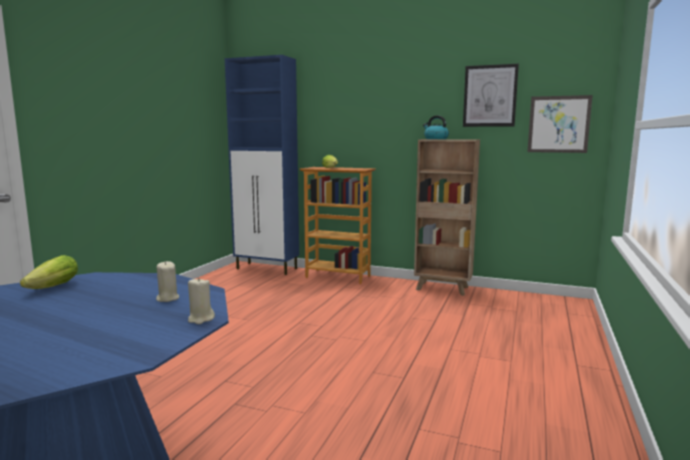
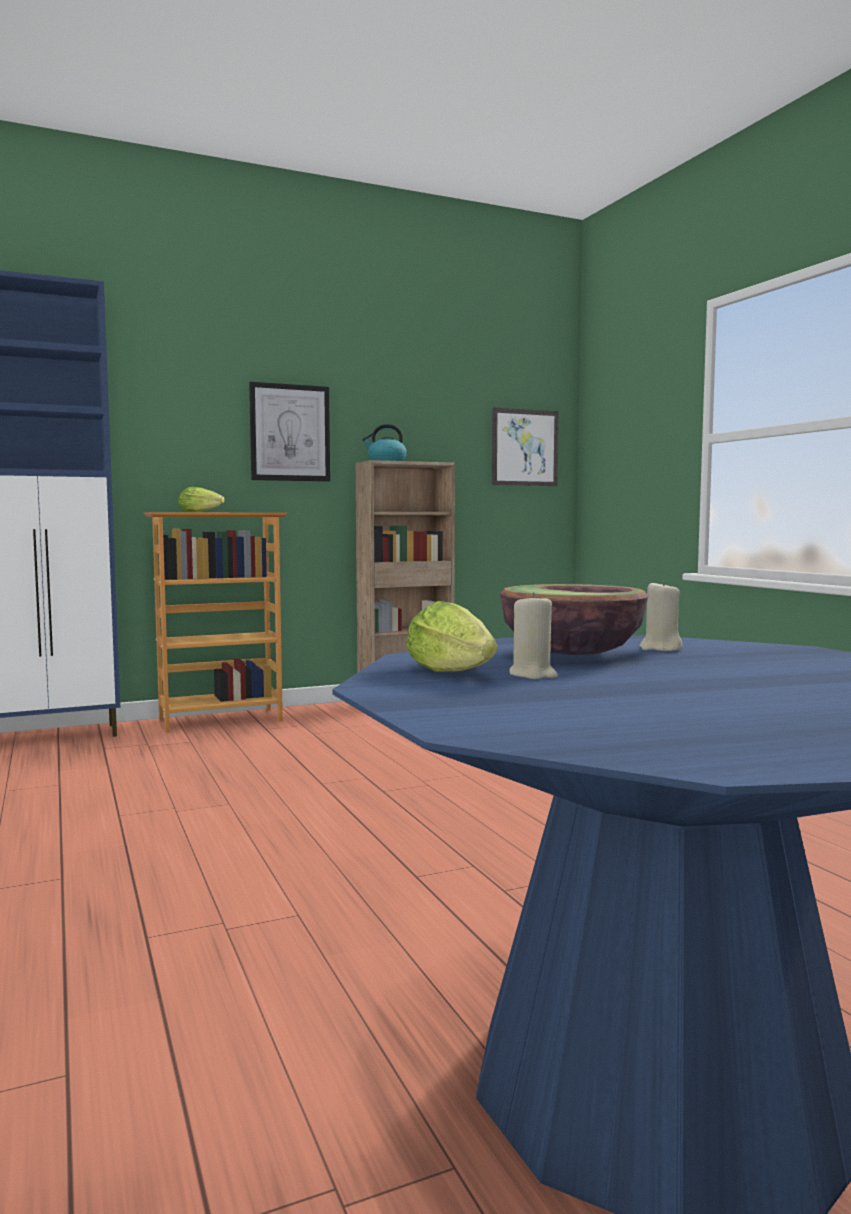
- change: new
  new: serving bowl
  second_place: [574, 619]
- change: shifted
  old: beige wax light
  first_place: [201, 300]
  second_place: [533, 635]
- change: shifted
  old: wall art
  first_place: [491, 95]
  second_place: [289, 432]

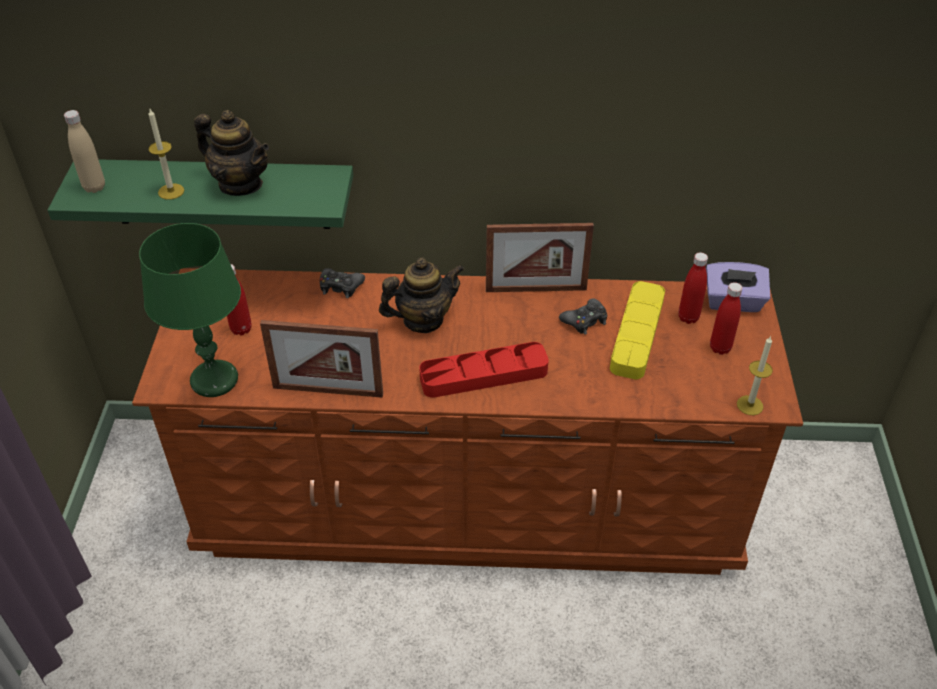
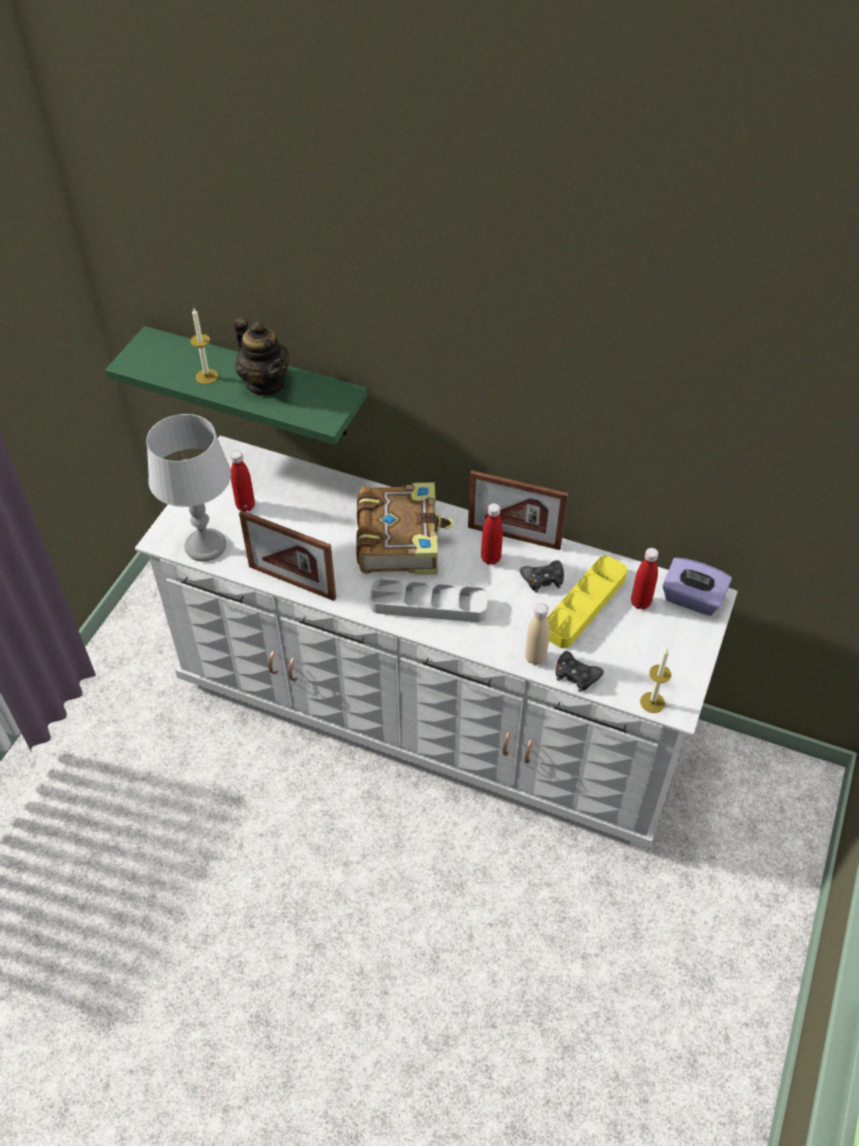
- change: shifted
  old: beige beverage bottle
  first_place: [84, 151]
  second_place: [537, 634]
- change: shifted
  old: black-coloured game controller
  first_place: [342, 283]
  second_place: [580, 671]
- change: shifted
  old: red beverage bottle
  first_place: [726, 318]
  second_place: [492, 534]
- change: swapped
  old: teapot
  new: volume
  first_place: [421, 295]
  second_place: [405, 528]
- change: repainted
  old: brown-coloured chest of drawers
  new: white chest of drawers
  first_place: [467, 421]
  second_place: [436, 642]
- change: repainted
  old: green-coloured lamp for a table
  new: greyish lamp for a table
  first_place: [190, 310]
  second_place: [188, 488]
- change: repainted
  old: red carrying tray
  new: greyish carrying tray
  first_place: [484, 370]
  second_place: [429, 600]

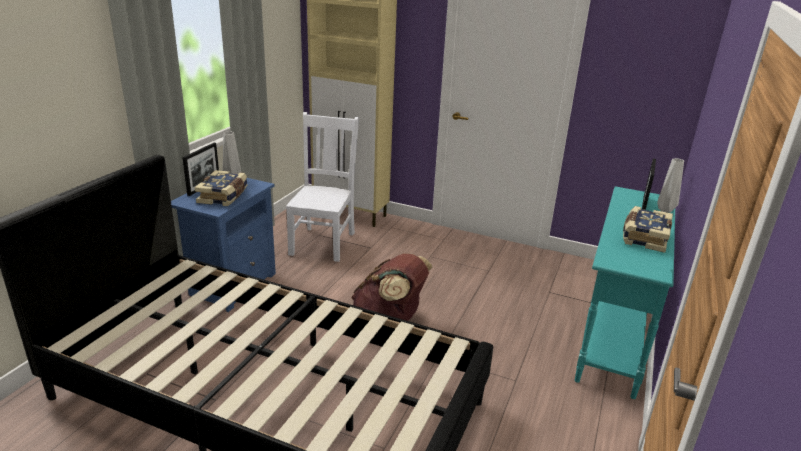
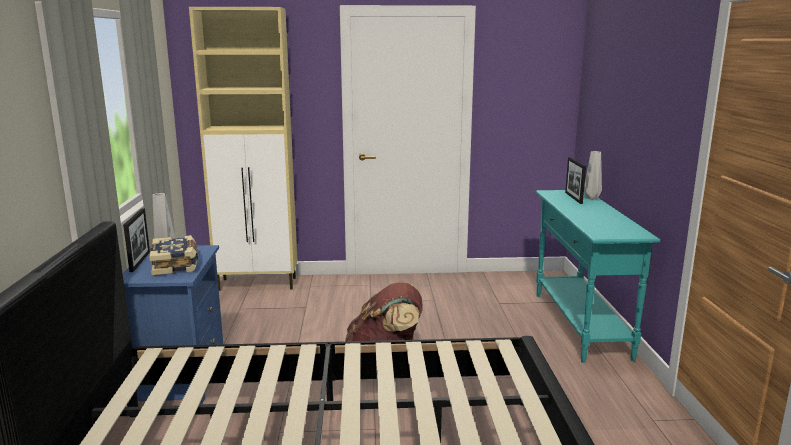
- change: gone
  old: white chair
  first_place: [322, 187]
- change: gone
  old: volume
  first_place: [648, 229]

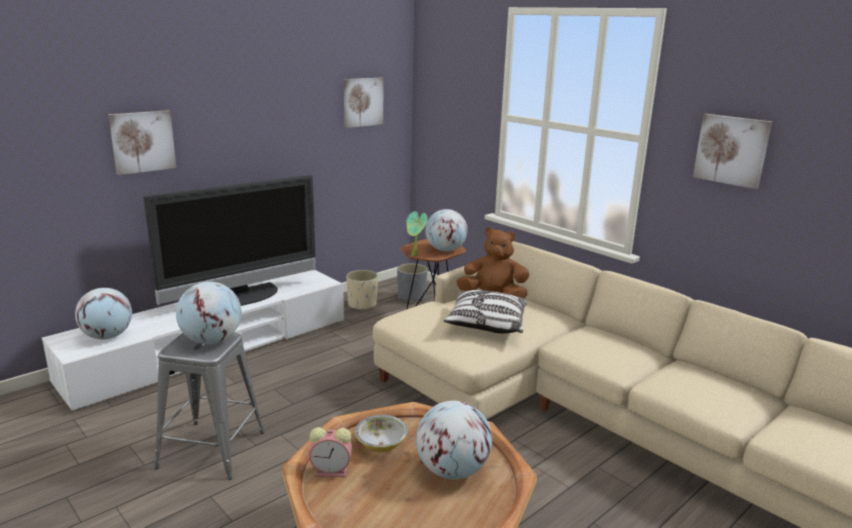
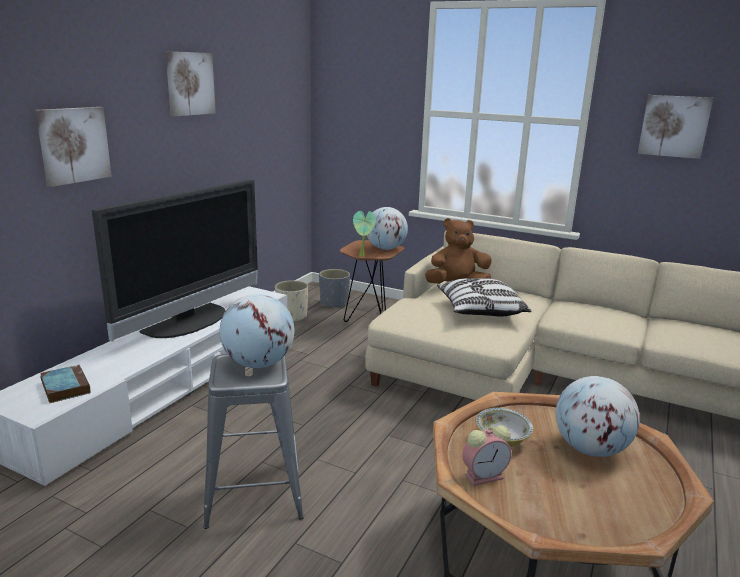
- change: shifted
  old: wall art
  first_place: [363, 103]
  second_place: [190, 84]
- change: swapped
  old: desk globe
  new: volume
  first_place: [103, 313]
  second_place: [65, 384]

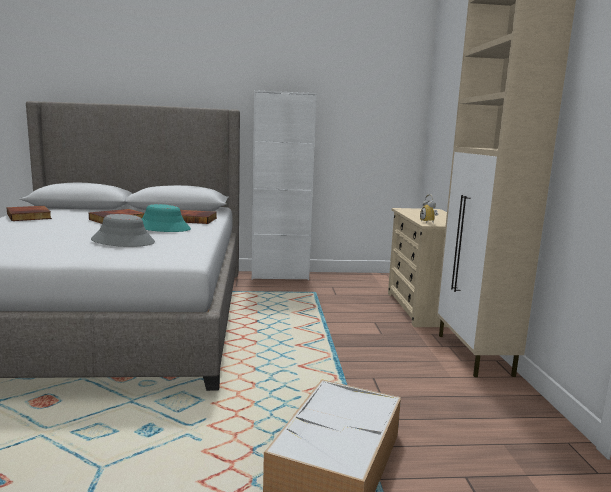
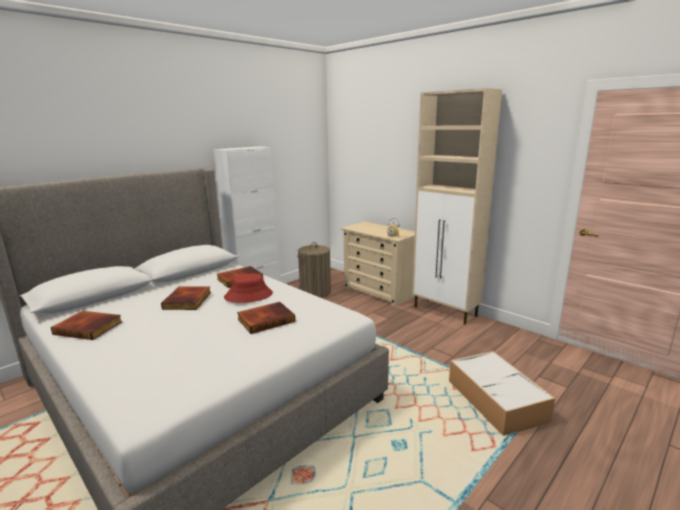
- change: new
  new: laundry basket
  second_place: [314, 270]
- change: swapped
  old: greyish clothing hat
  new: volume
  first_place: [123, 230]
  second_place: [266, 318]
- change: repainted
  old: blue-green clothing hat
  new: red clothing hat
  first_place: [166, 218]
  second_place: [248, 288]

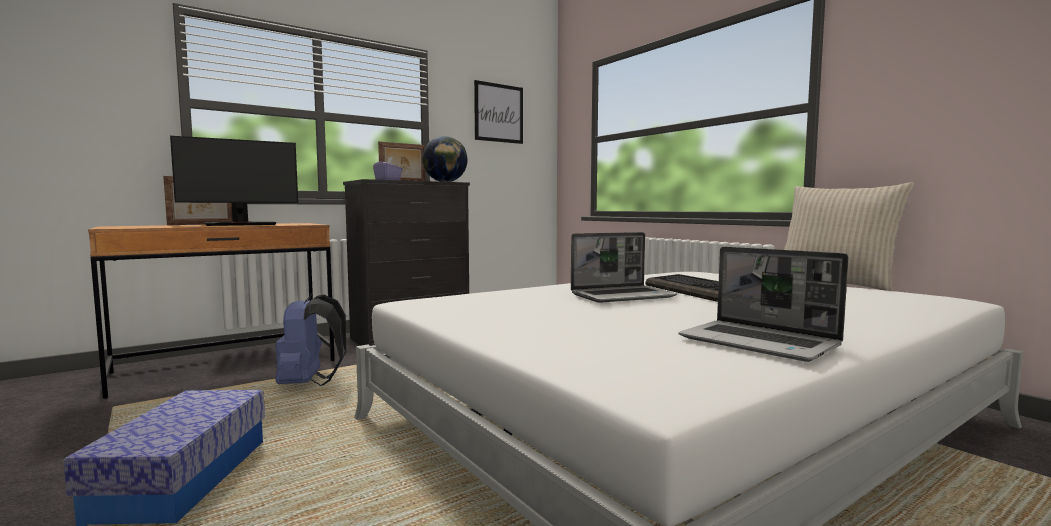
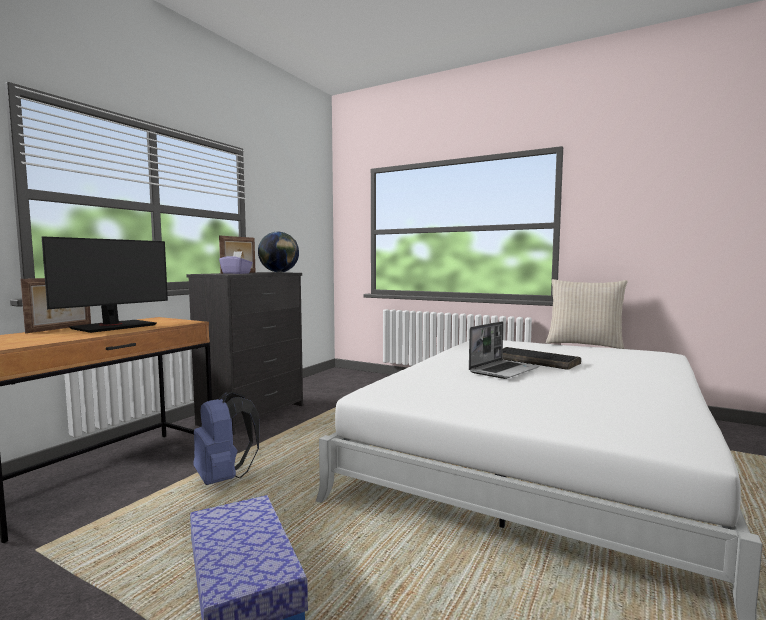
- change: gone
  old: wall art
  first_place: [498, 112]
- change: gone
  old: laptop
  first_place: [763, 304]

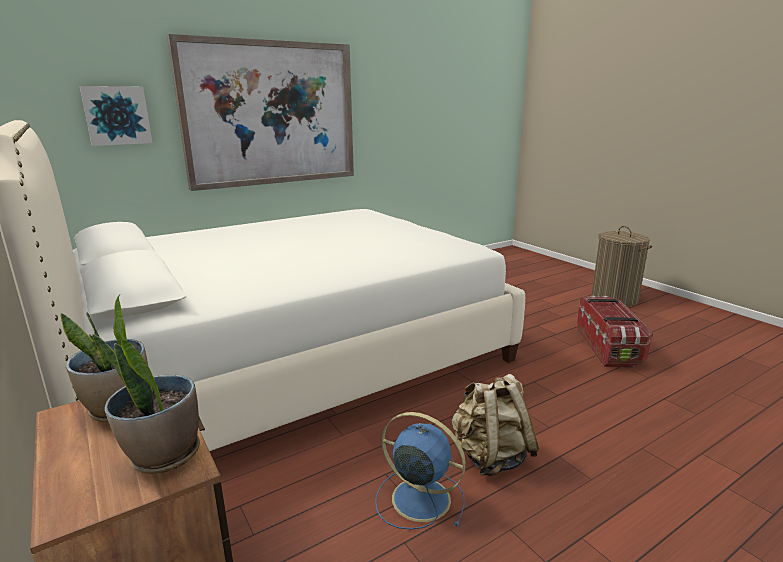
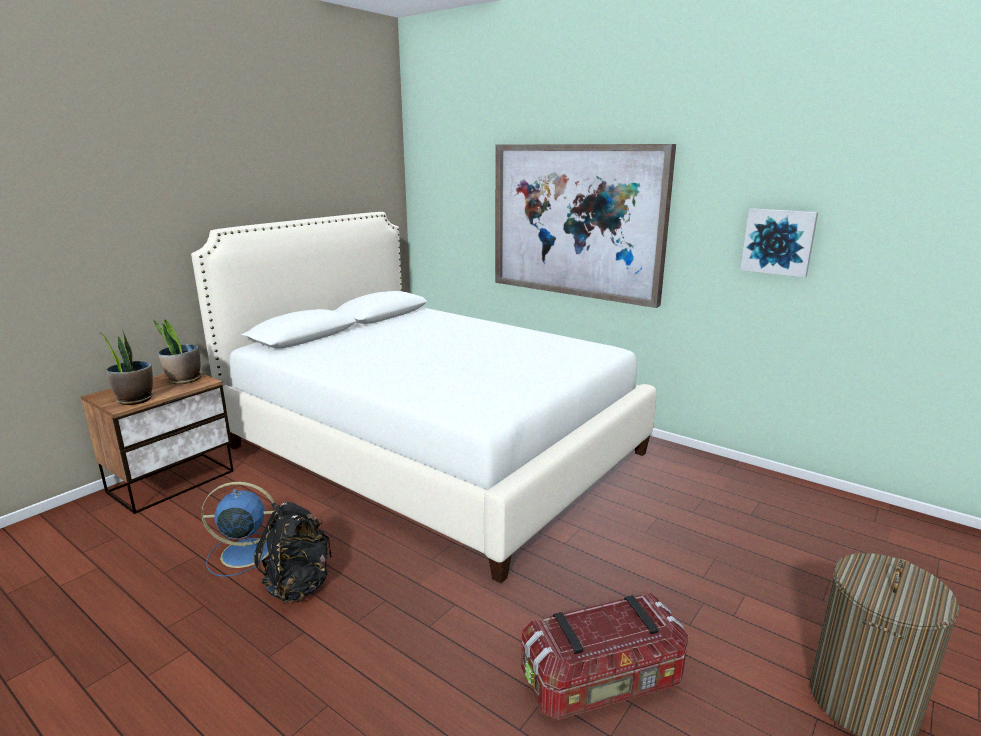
- change: shifted
  old: wall art
  first_place: [116, 116]
  second_place: [779, 242]
- change: repainted
  old: beige backpack
  new: black-coloured backpack
  first_place: [495, 425]
  second_place: [293, 552]
- change: rotated
  old: bluish cooling fan
  first_place: [420, 471]
  second_place: [237, 529]
  degrees: -105

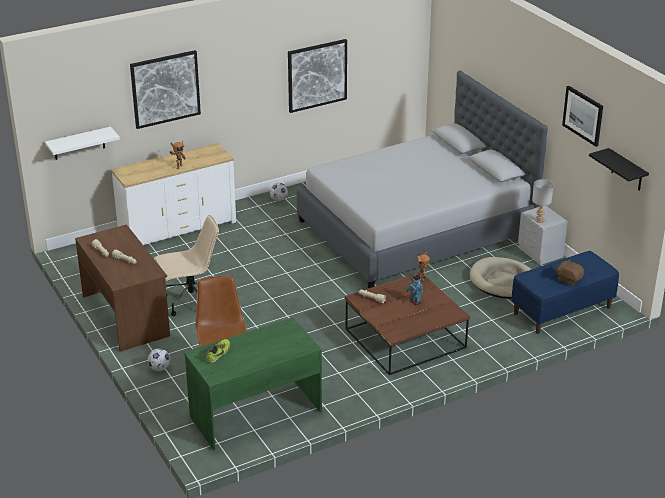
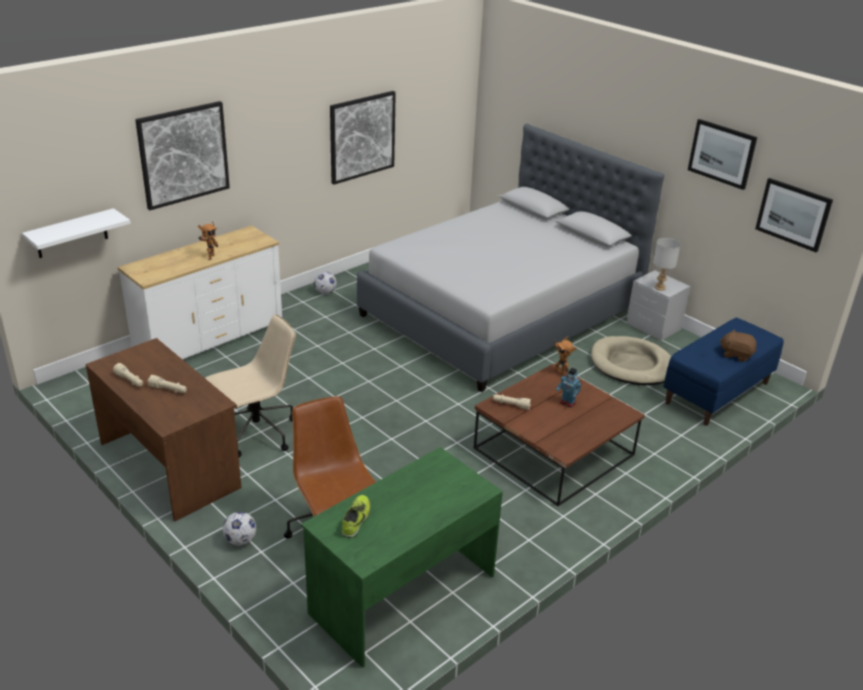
- change: swapped
  old: black-coloured bracket shelf
  new: wall art
  first_place: [619, 169]
  second_place: [794, 215]

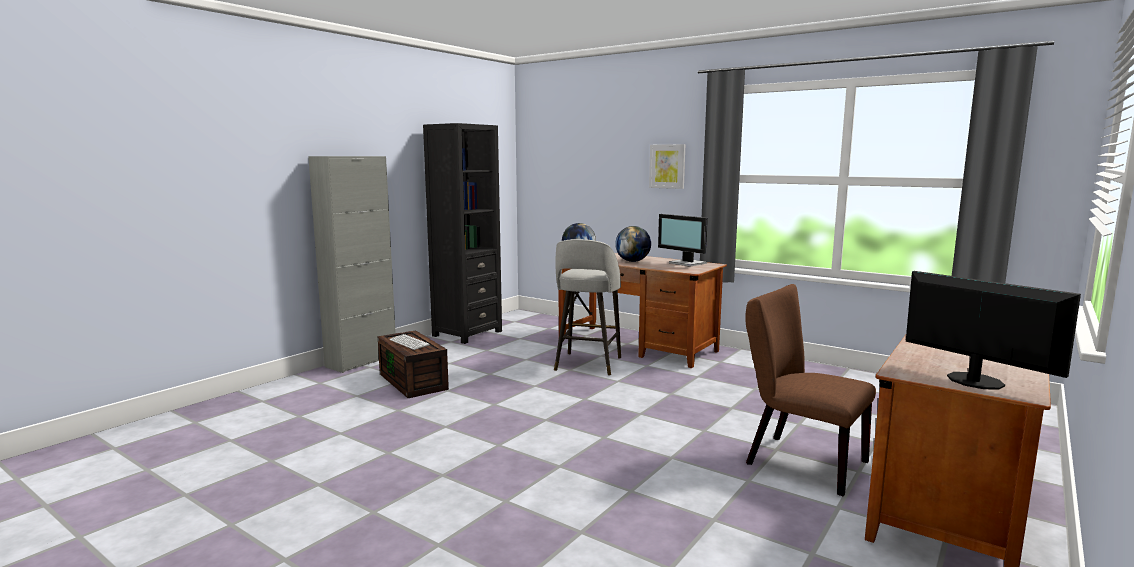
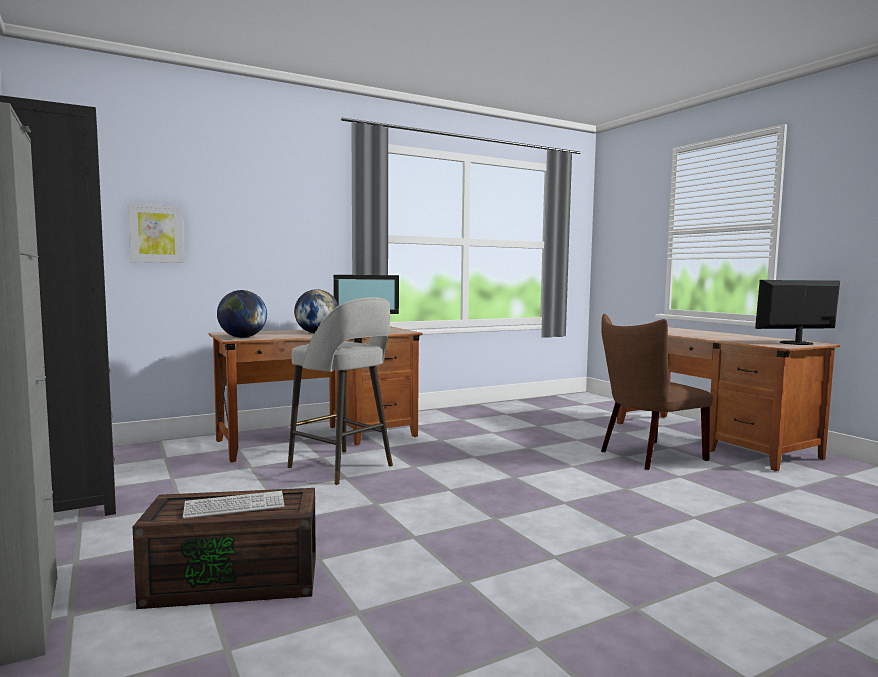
- change: shifted
  old: wall art
  first_place: [667, 166]
  second_place: [155, 233]

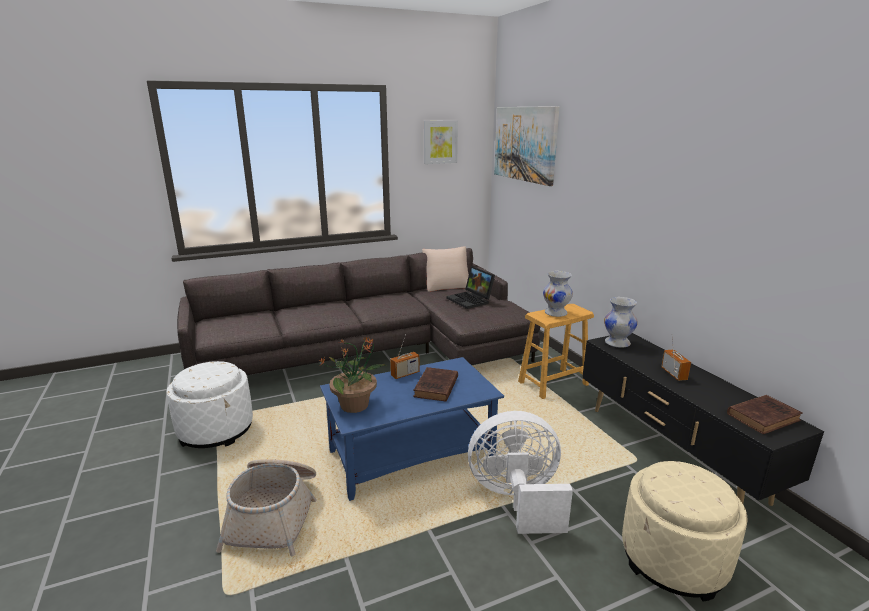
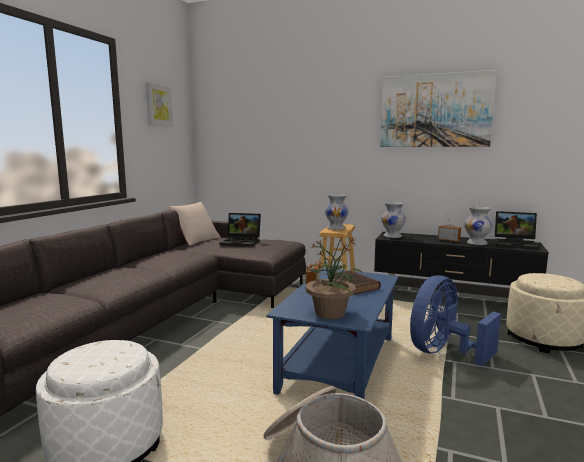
- change: new
  new: white vase
  second_place: [478, 225]
- change: shifted
  old: wall art
  first_place: [526, 146]
  second_place: [438, 108]
- change: swapped
  old: brown-coloured volume
  new: laptop
  first_place: [765, 414]
  second_place: [516, 230]
- change: repainted
  old: white cooling fan
  new: bluish cooling fan
  first_place: [520, 472]
  second_place: [455, 320]

